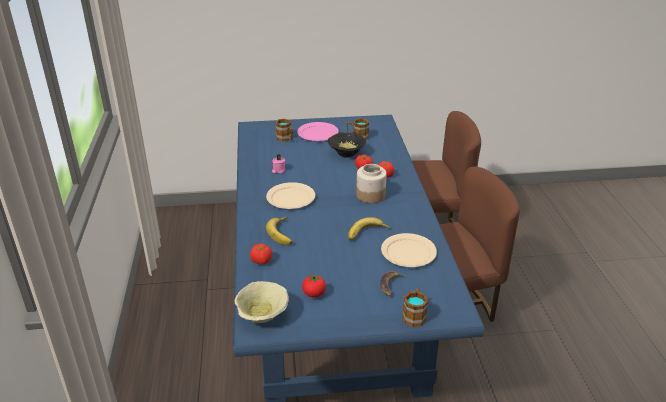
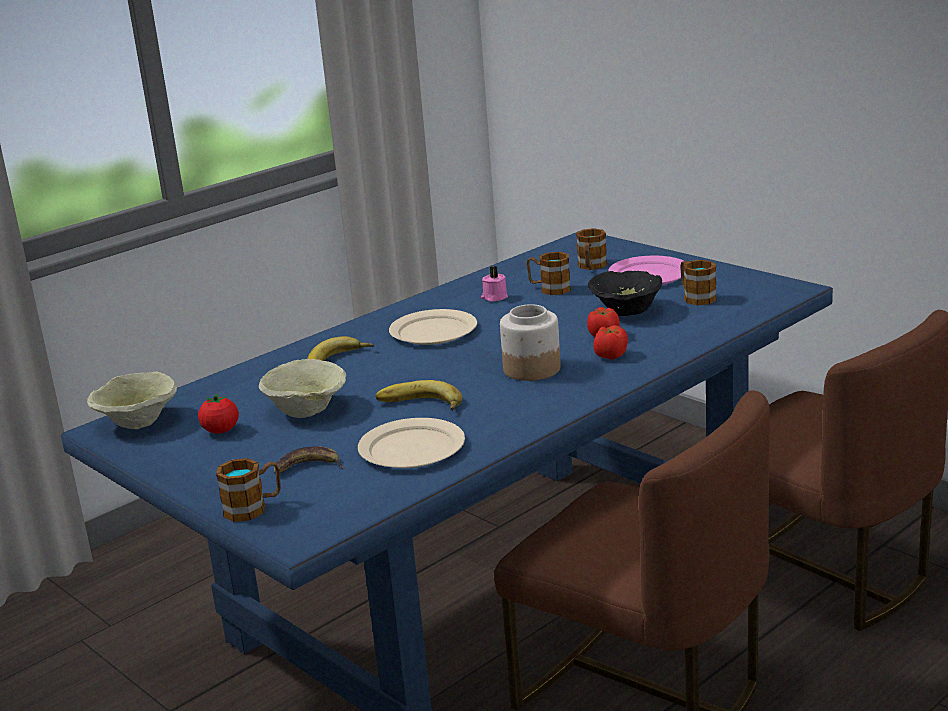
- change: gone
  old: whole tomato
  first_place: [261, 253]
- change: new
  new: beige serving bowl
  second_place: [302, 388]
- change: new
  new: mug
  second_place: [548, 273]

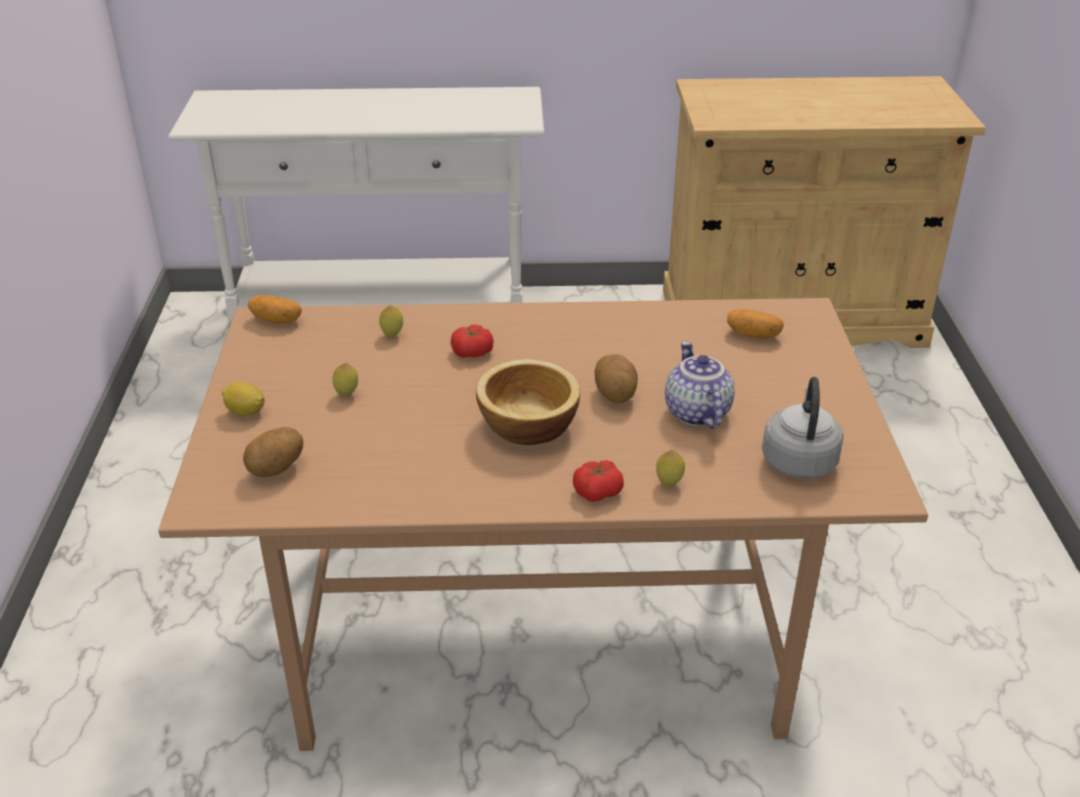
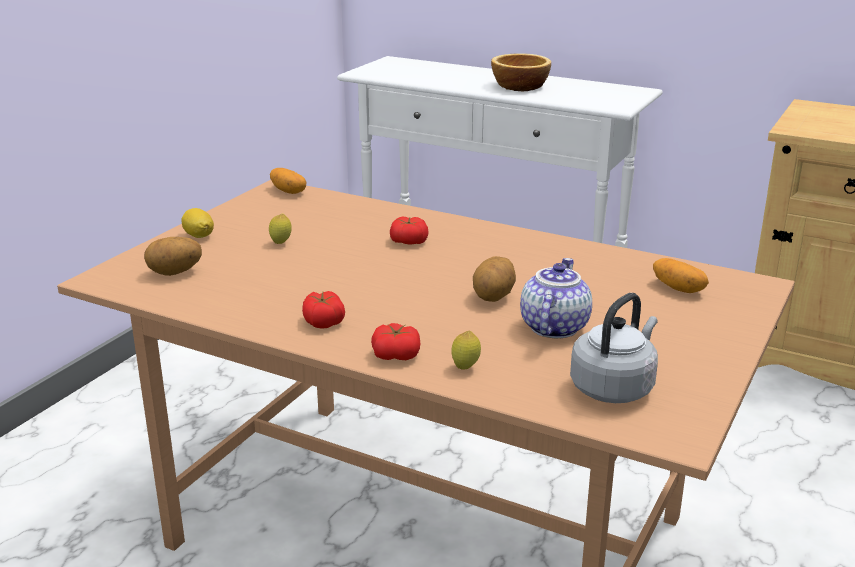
- change: gone
  old: whole lemon
  first_place: [391, 321]
- change: new
  new: whole tomato
  second_place: [323, 310]
- change: shifted
  old: serving bowl
  first_place: [528, 402]
  second_place: [521, 72]

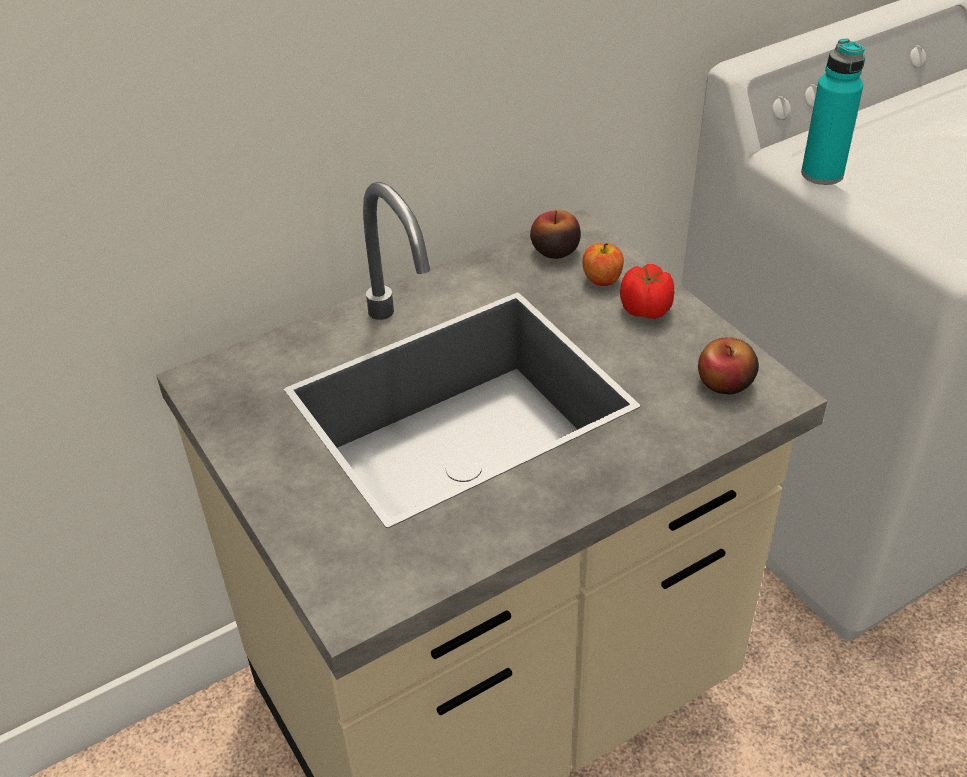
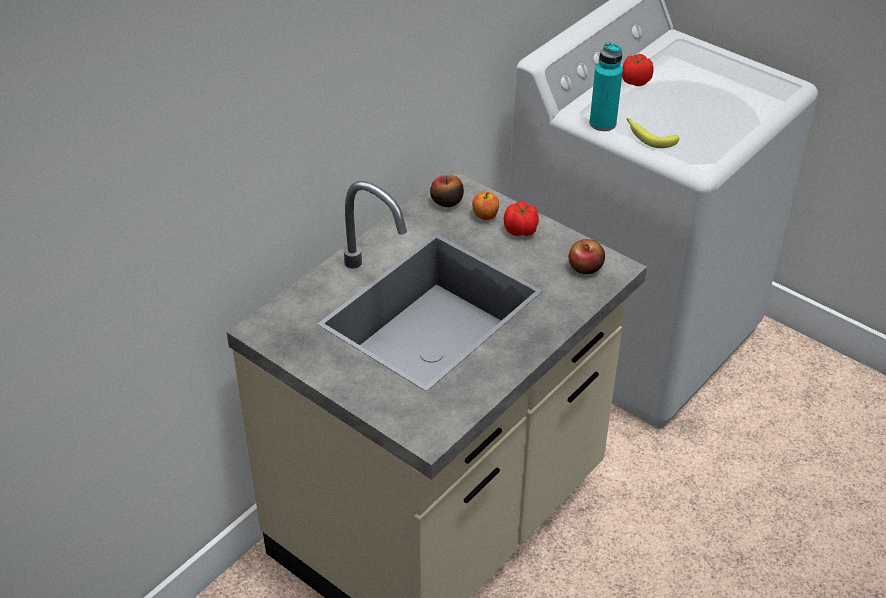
- change: new
  new: whole tomato
  second_place: [638, 70]
- change: new
  new: banana fruit
  second_place: [652, 133]

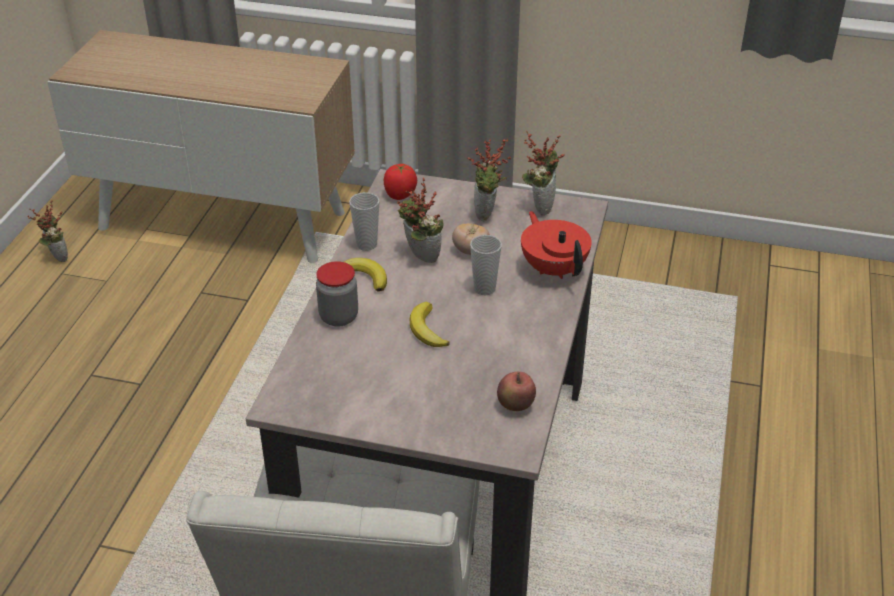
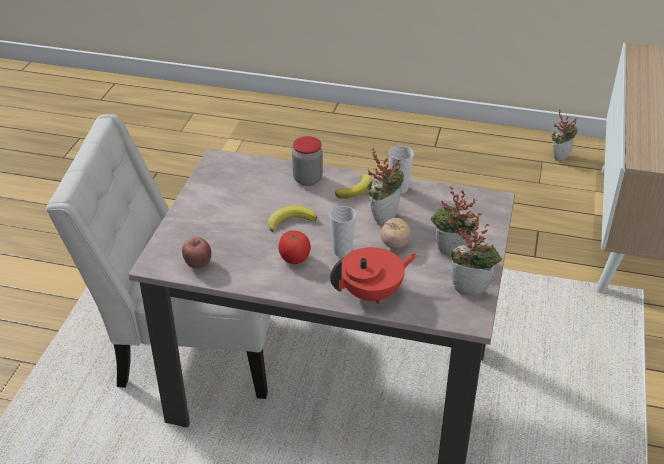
- change: shifted
  old: whole tomato
  first_place: [400, 182]
  second_place: [294, 247]

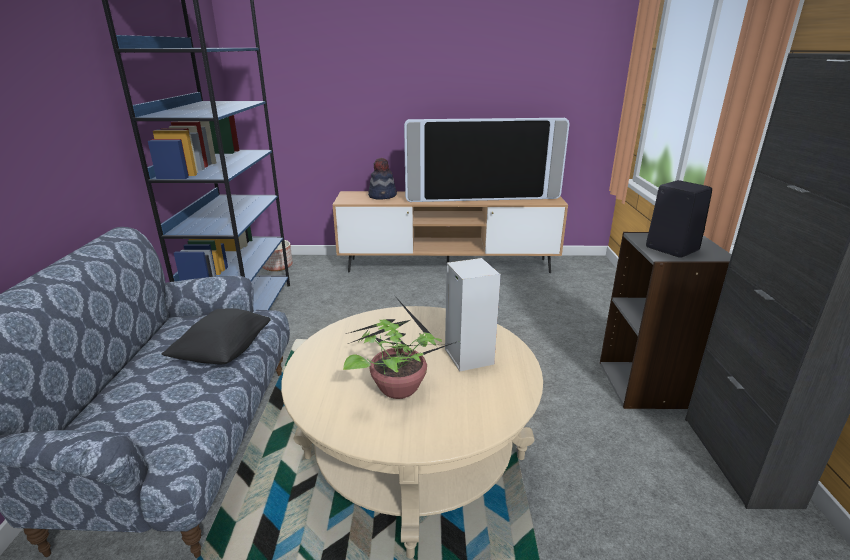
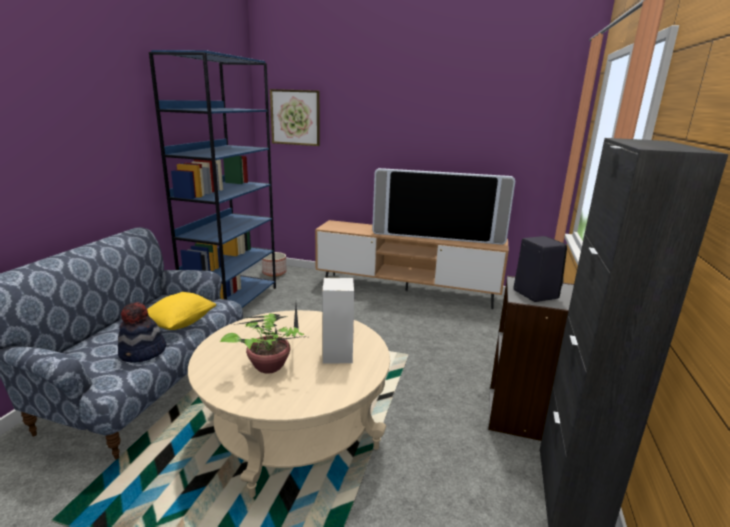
- change: new
  new: wall art
  second_place: [295, 117]
- change: shifted
  old: clothing hat
  first_place: [382, 179]
  second_place: [142, 332]
- change: repainted
  old: black-coloured throw pillow
  new: yellow throw pillow
  first_place: [216, 336]
  second_place: [182, 311]

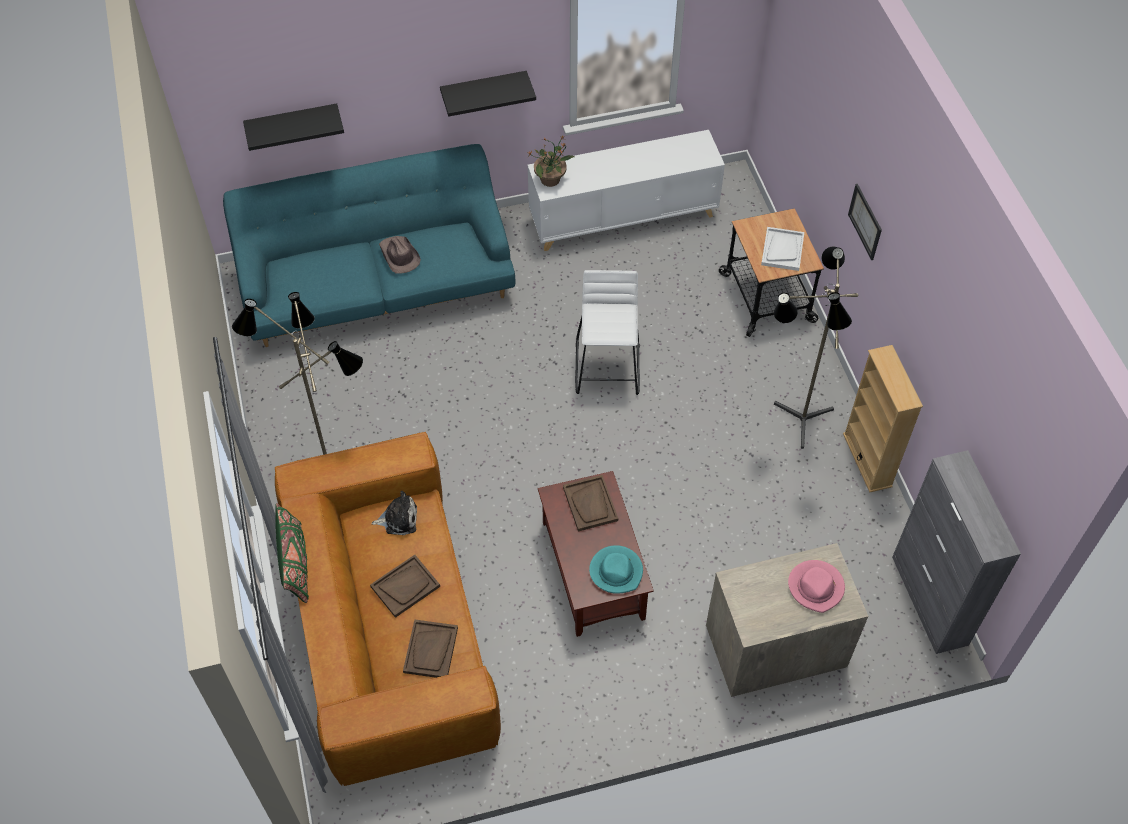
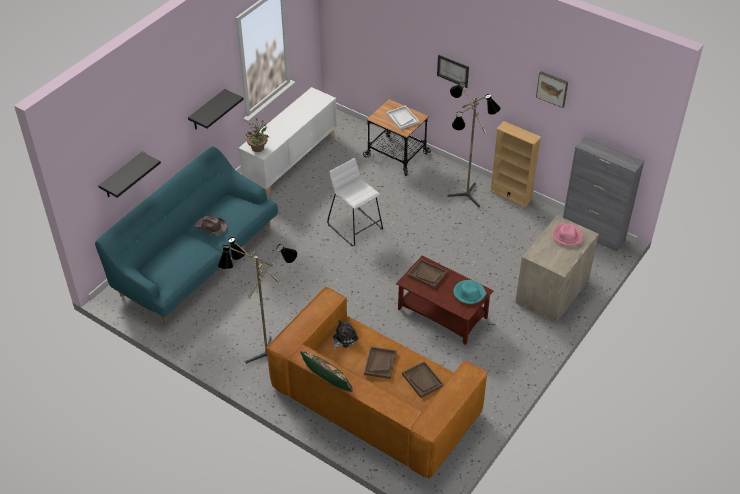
- change: new
  new: wall art
  second_place: [552, 89]

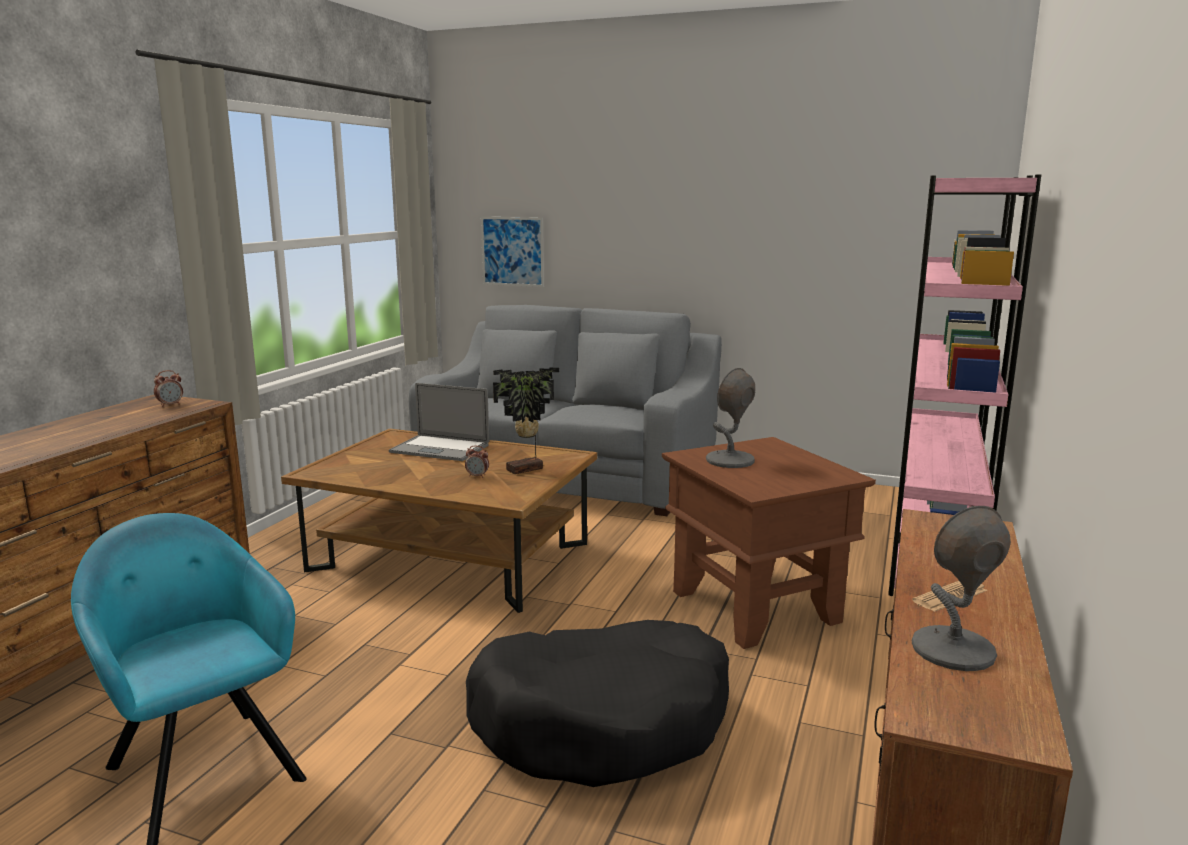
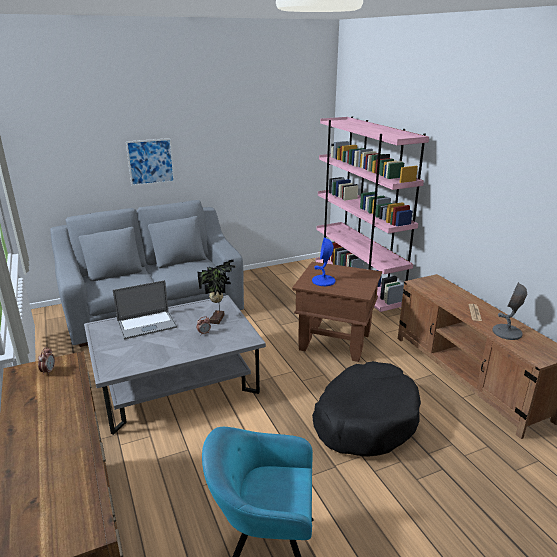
- change: shifted
  old: wall art
  first_place: [512, 252]
  second_place: [150, 162]
- change: repainted
  old: brown-coloured lounge table
  new: greyish lounge table
  first_place: [439, 521]
  second_place: [175, 365]
- change: repainted
  old: greyish lamp for a table
  new: bluish lamp for a table
  first_place: [730, 418]
  second_place: [324, 261]

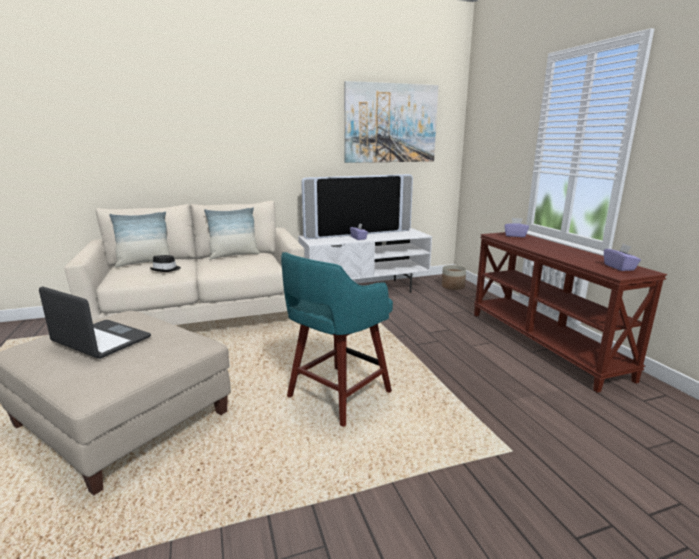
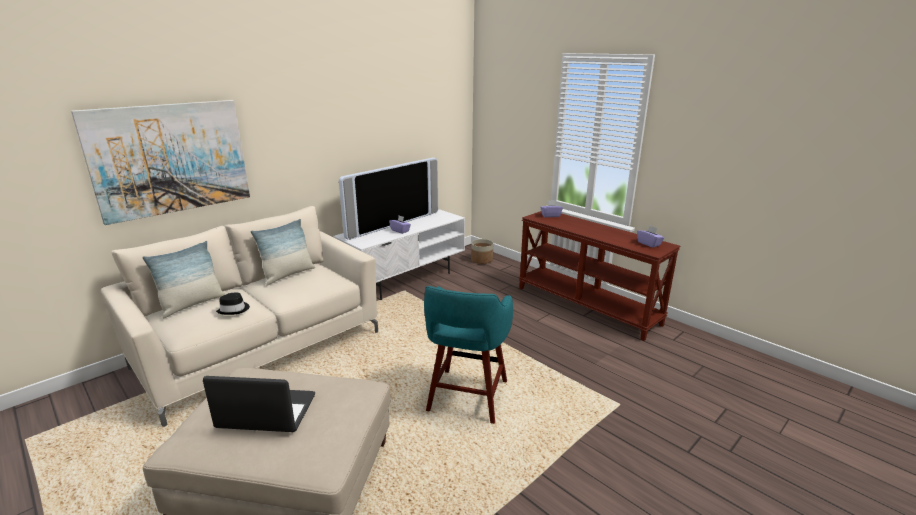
- change: shifted
  old: wall art
  first_place: [391, 122]
  second_place: [160, 162]

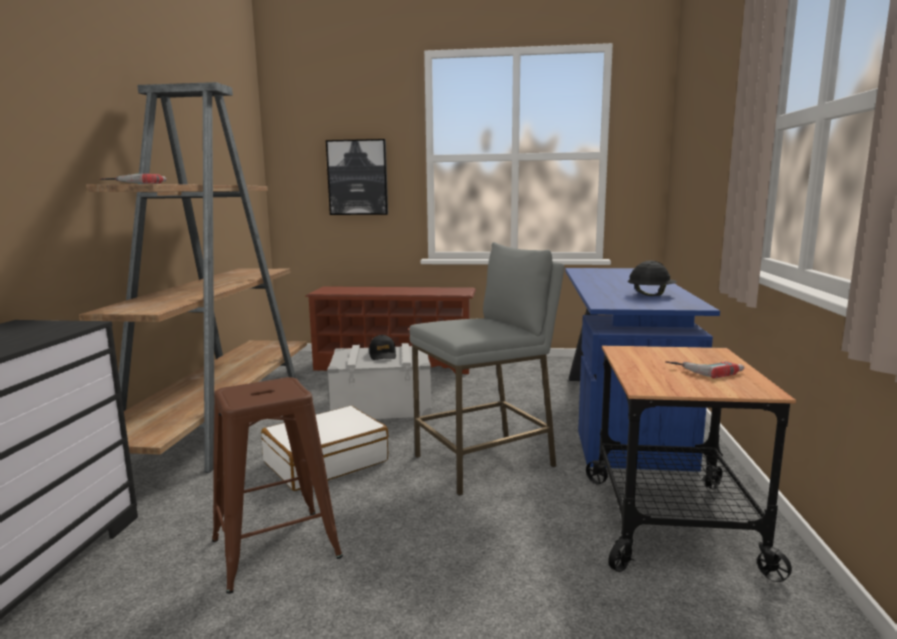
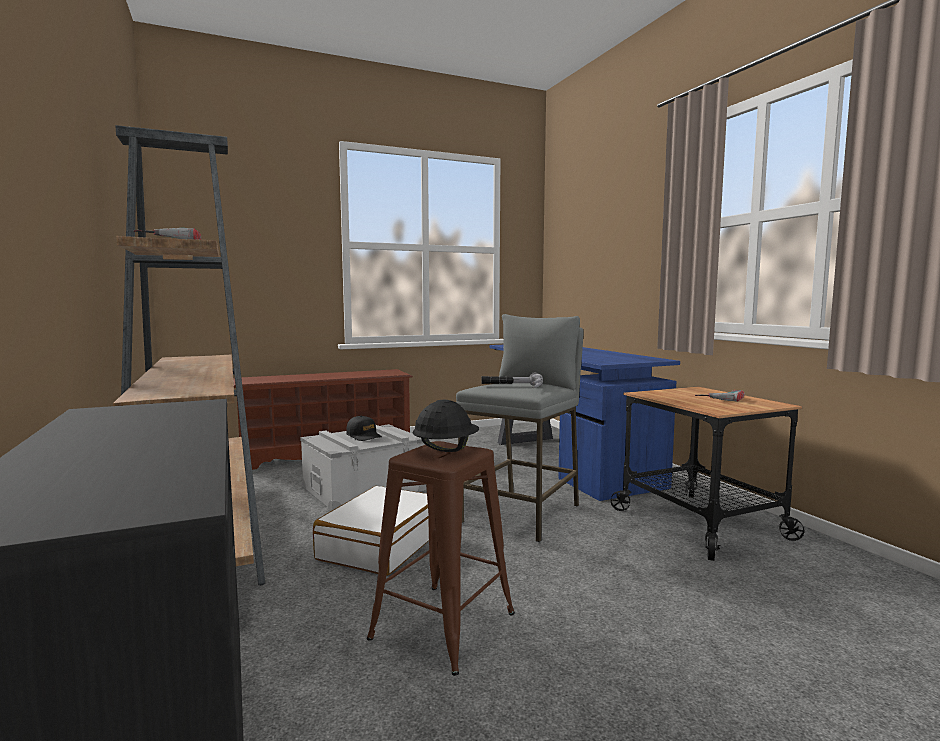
- change: gone
  old: wall art
  first_place: [357, 177]
- change: new
  new: hand hammer
  second_place: [512, 380]
- change: shifted
  old: black-coloured hard hat
  first_place: [652, 278]
  second_place: [446, 426]

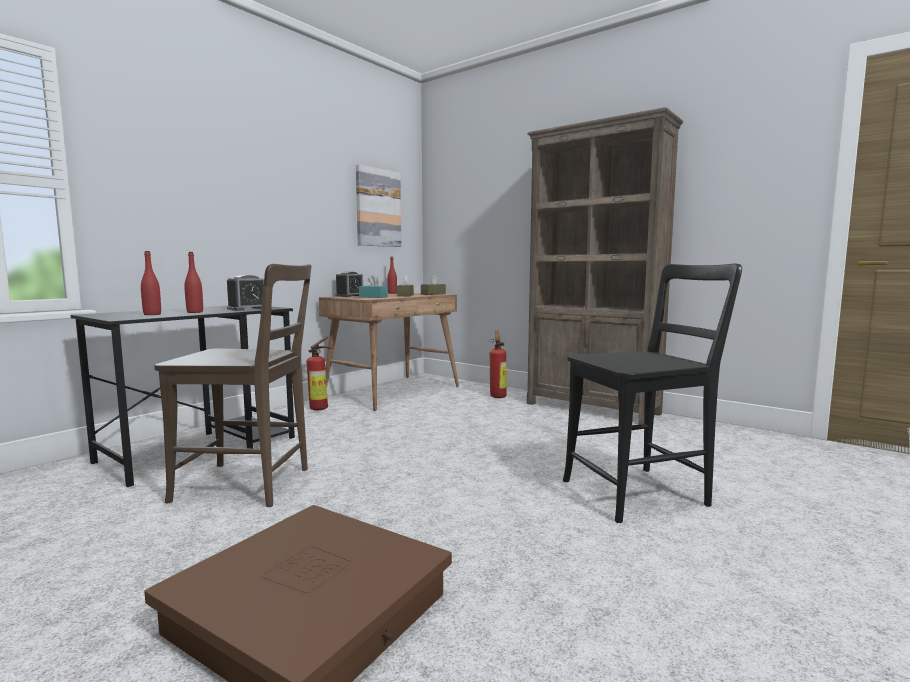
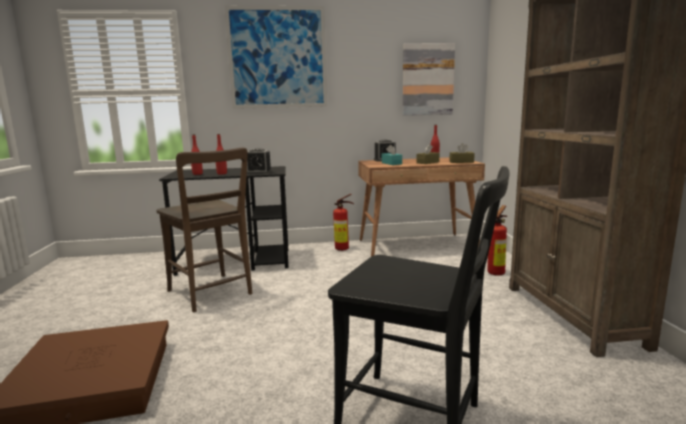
- change: new
  new: wall art
  second_place: [275, 57]

